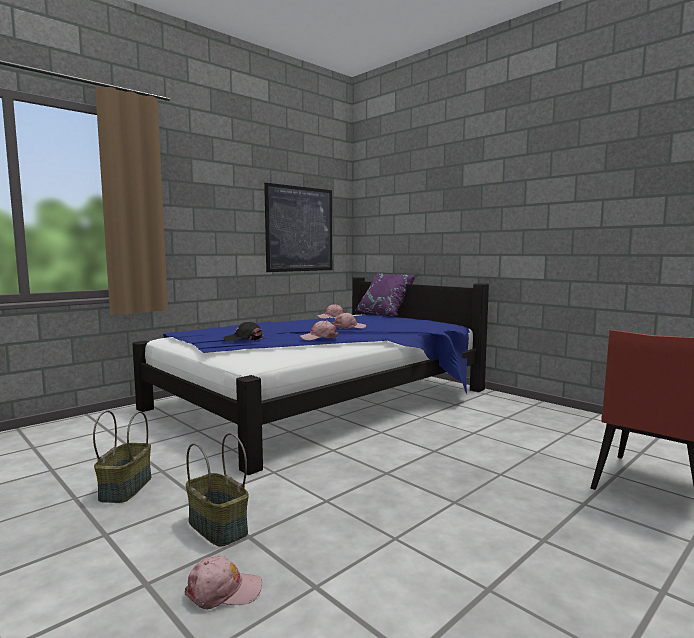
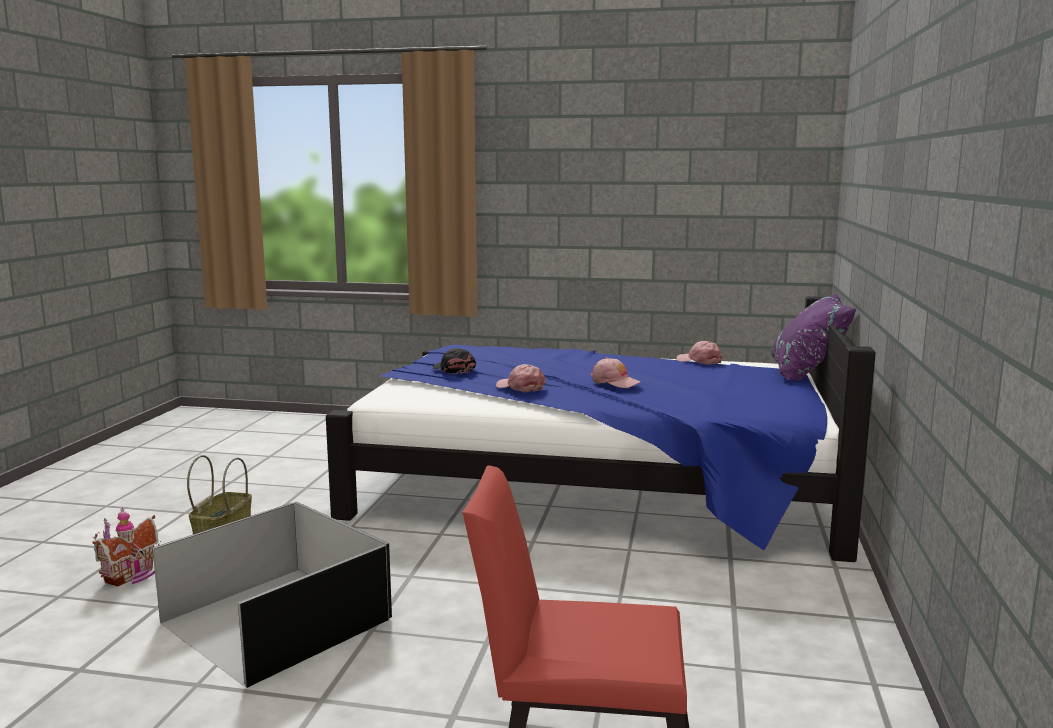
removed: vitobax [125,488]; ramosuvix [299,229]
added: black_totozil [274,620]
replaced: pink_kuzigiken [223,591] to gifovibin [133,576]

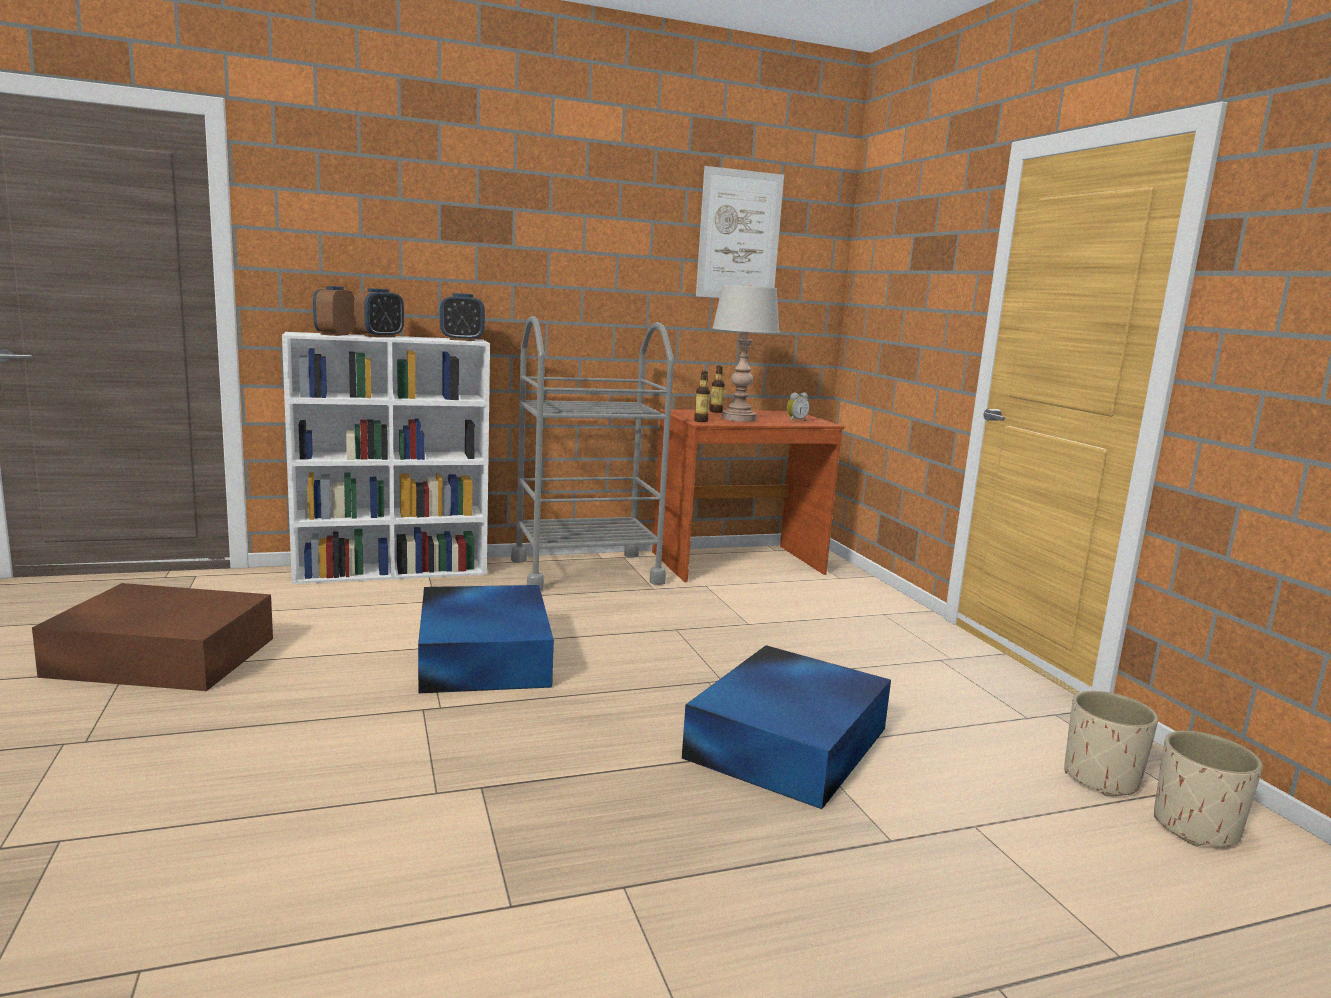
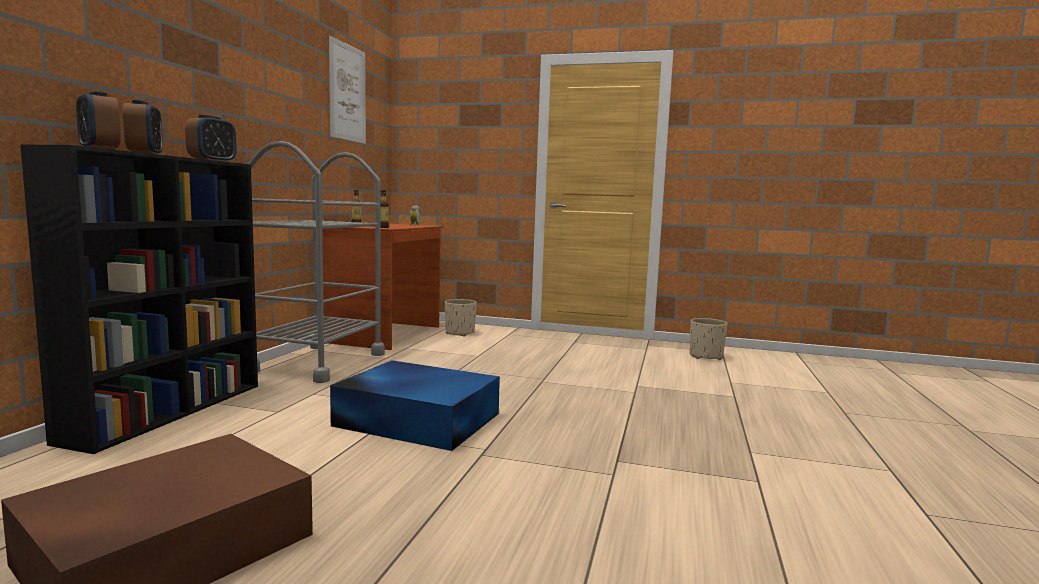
removed: blue_totozil [790,742]; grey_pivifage [738,419]
moved: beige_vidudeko [1195,827] to [459,333]
recoloured: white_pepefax [393,571] to black_pepefax [169,410]

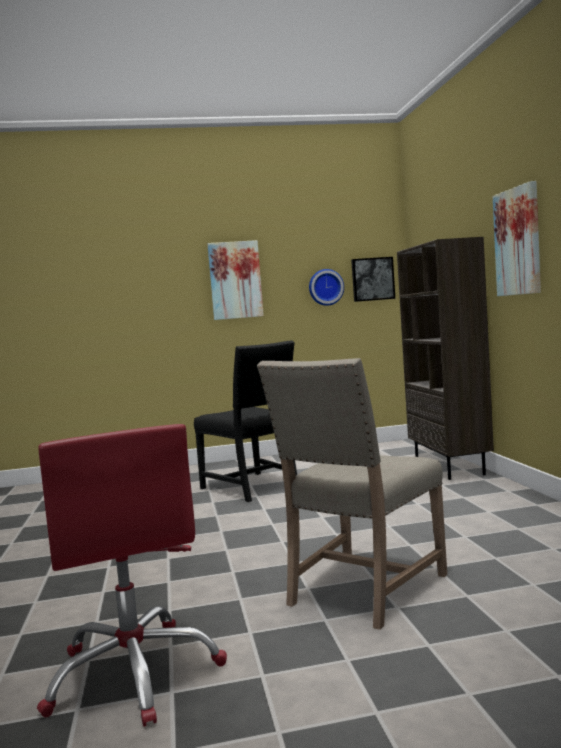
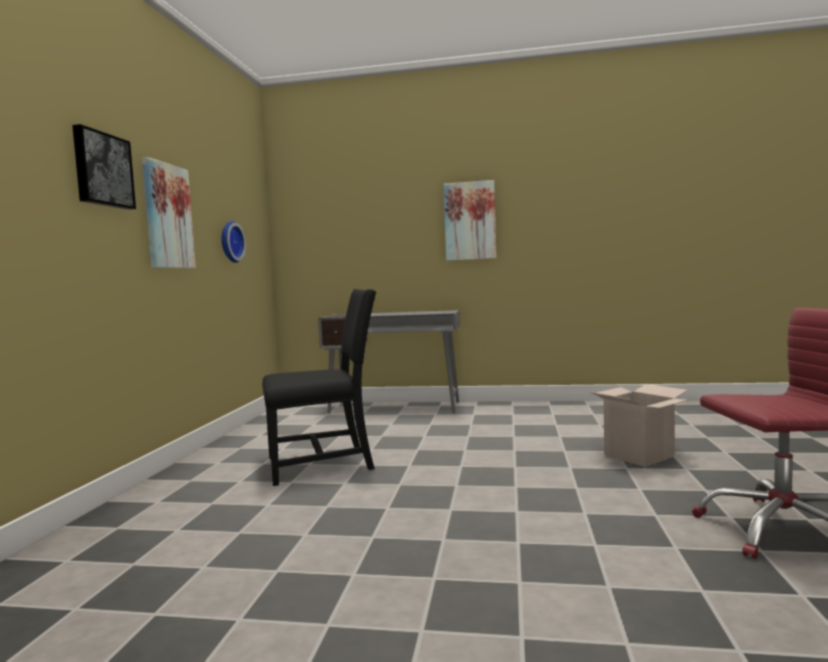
moved: ramosuvix [372,279] to [102,170]
replaced: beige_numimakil [362,590] to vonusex [639,455]; brown_pepefax [450,468] to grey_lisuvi [395,407]

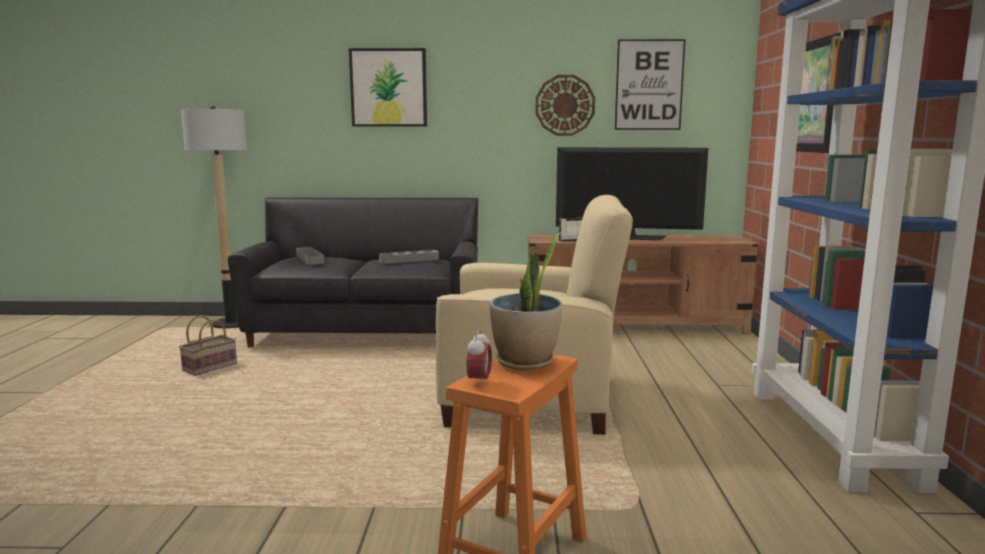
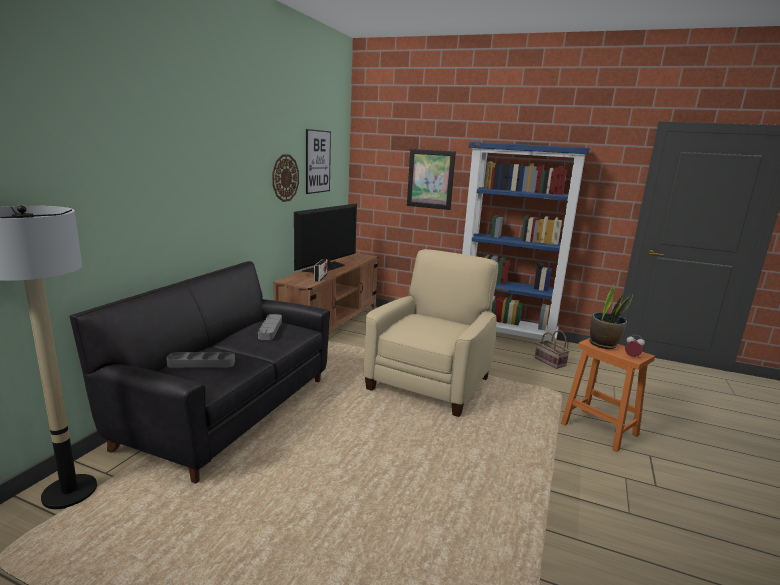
removed: ramosuvix [388,88]
moved: vitobax [210,367] to [549,361]

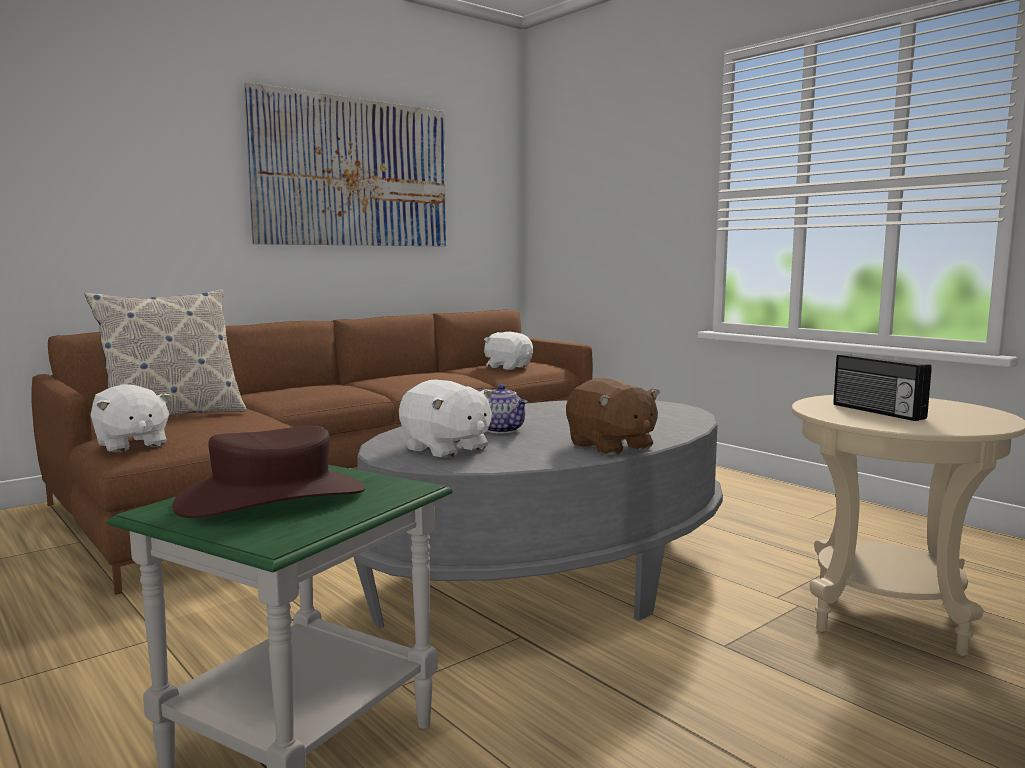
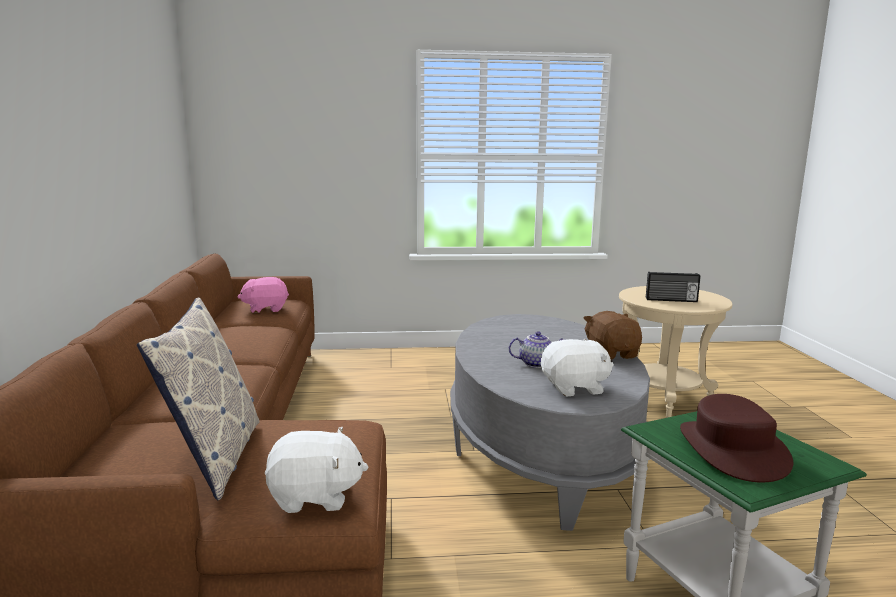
removed: ramosuvix [353,173]
recoloured: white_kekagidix [507,367] to pink_kekagidix [265,309]
turned: brown_kekagidix [610,446] = [611,354] 105 degrees counterclockwise

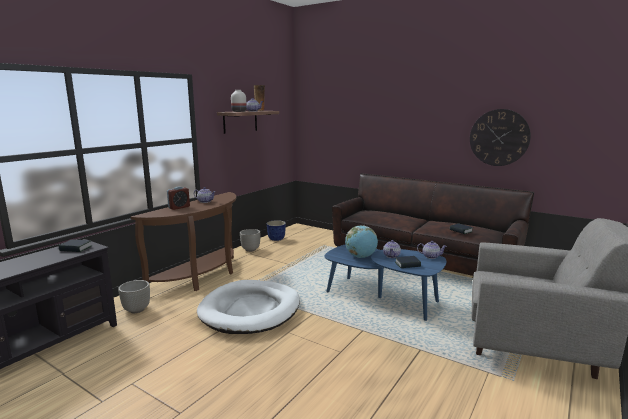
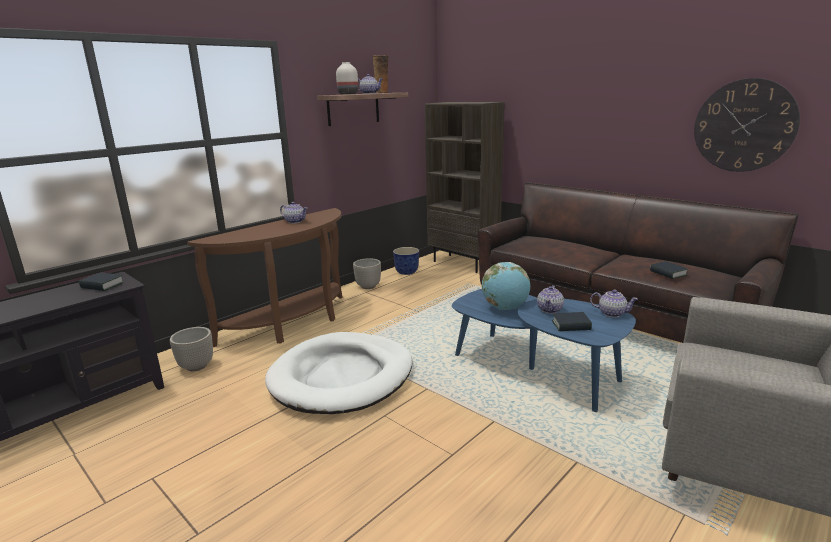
removed: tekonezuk [179,207]
added: brown_pepefax [463,263]

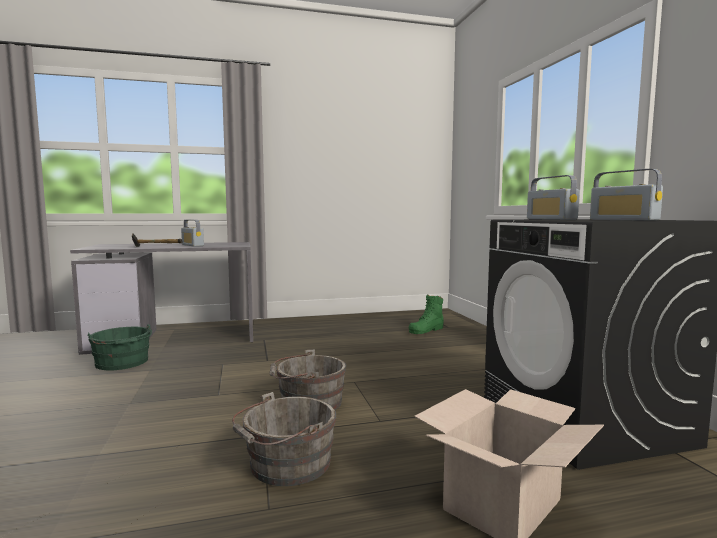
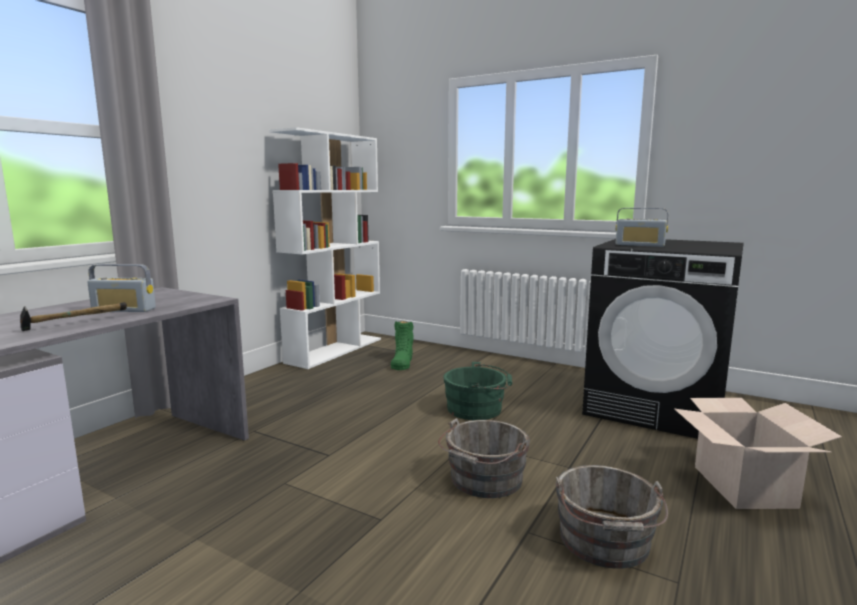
removed: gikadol [623,220]
added: white_pepefax [335,350]
moved: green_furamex [122,363] to [478,409]

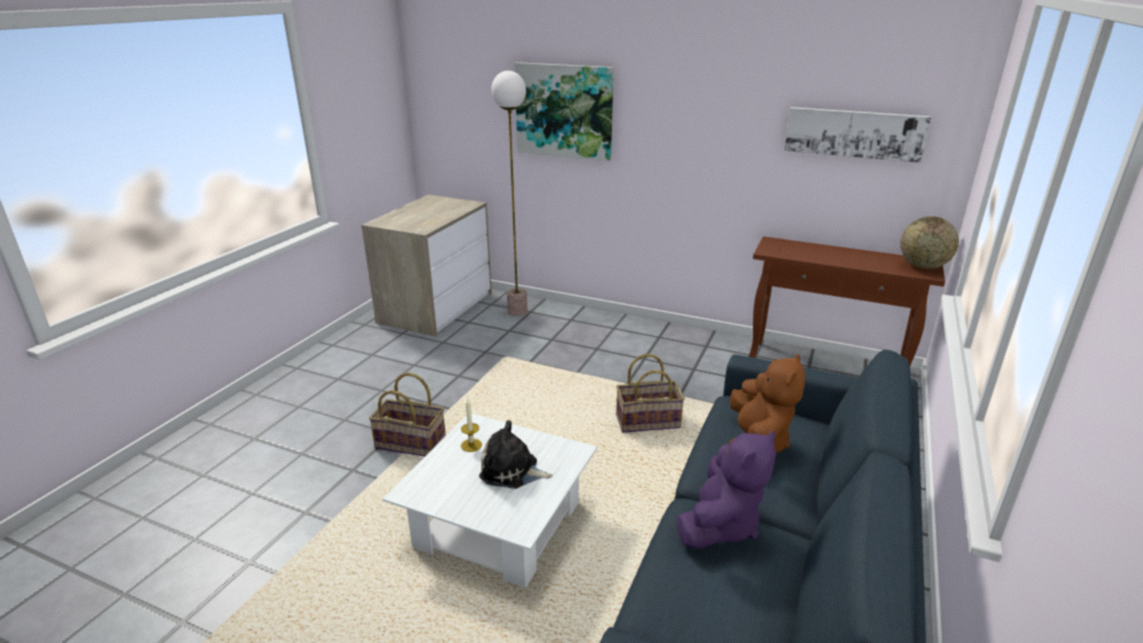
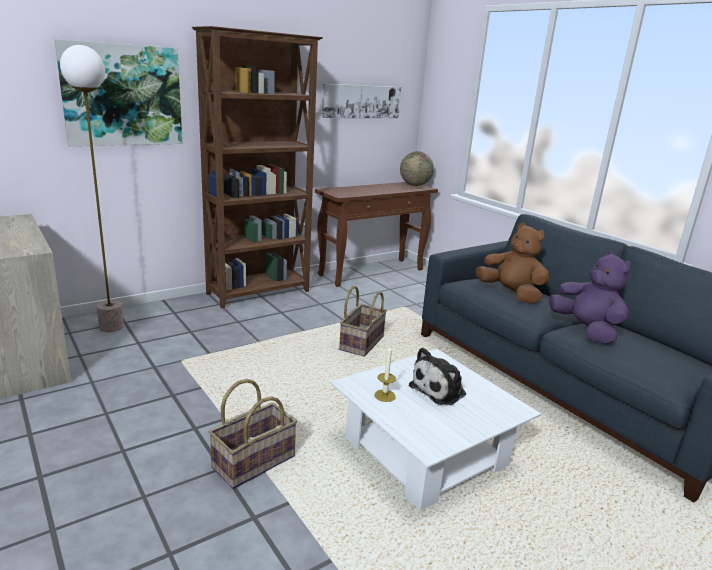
added: brown_pepefax [259,292]

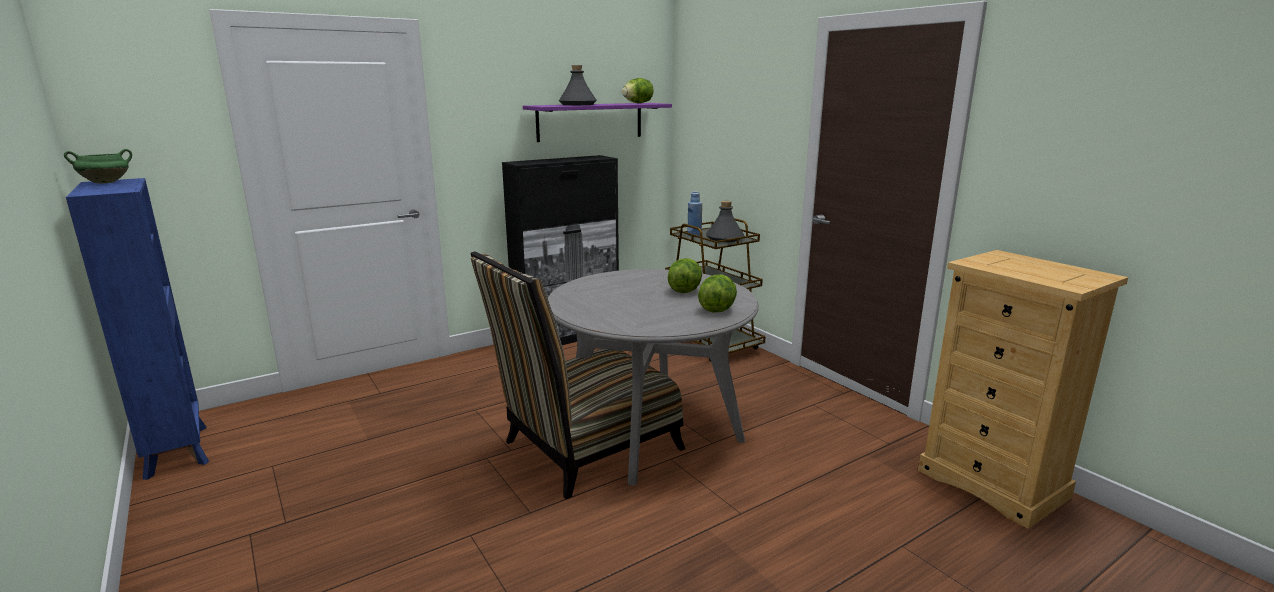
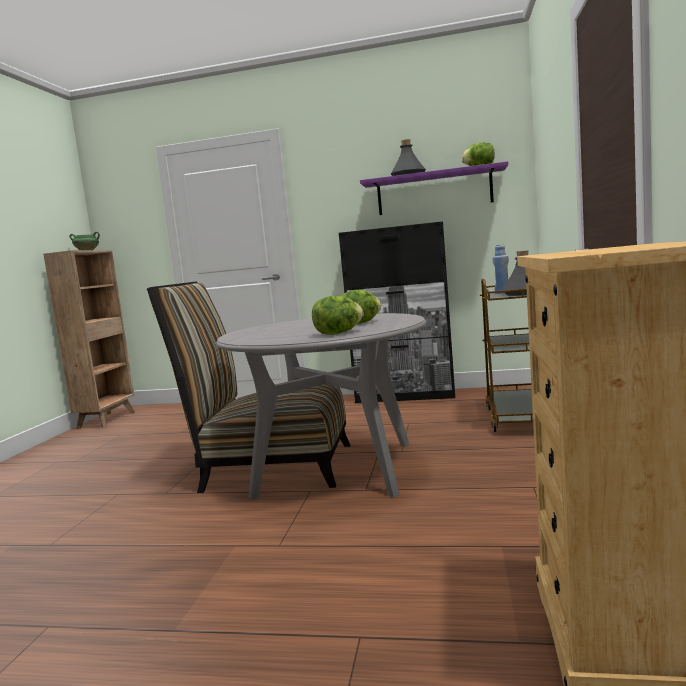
recoloured: blue_pepefax [177,450] to brown_pepefax [107,419]

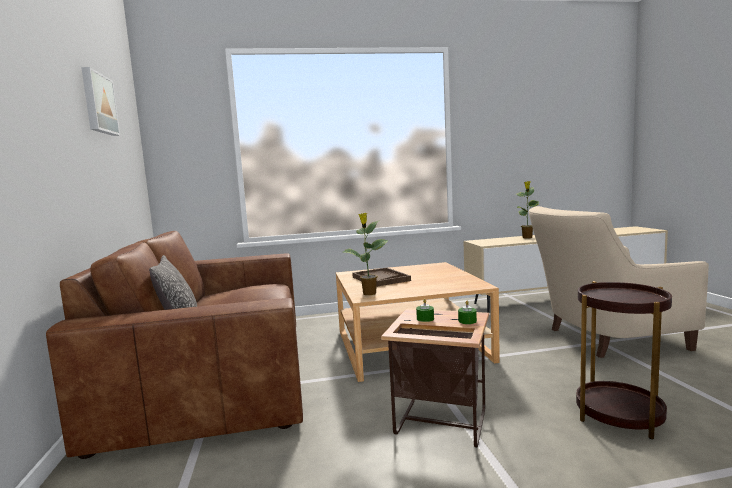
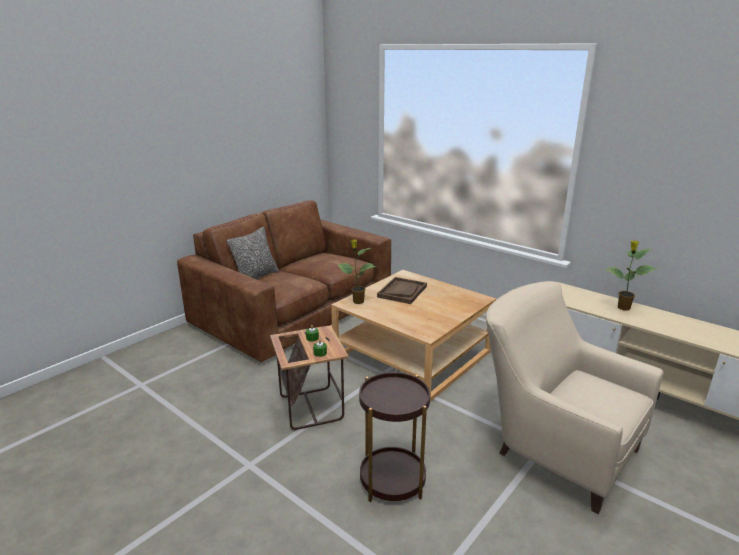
removed: ramosuvix [98,103]

